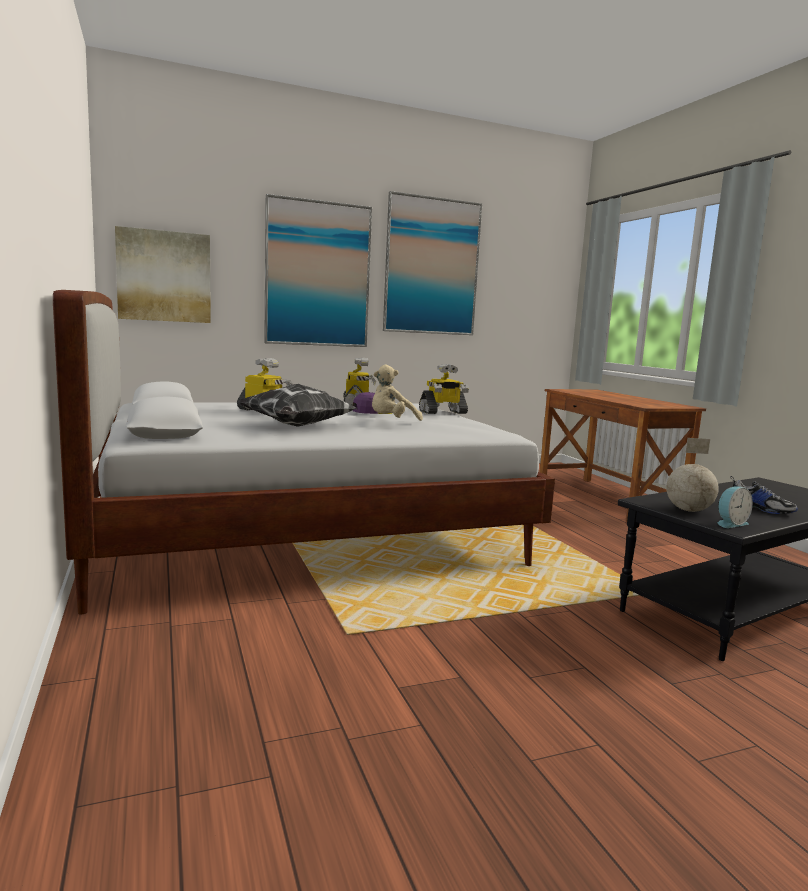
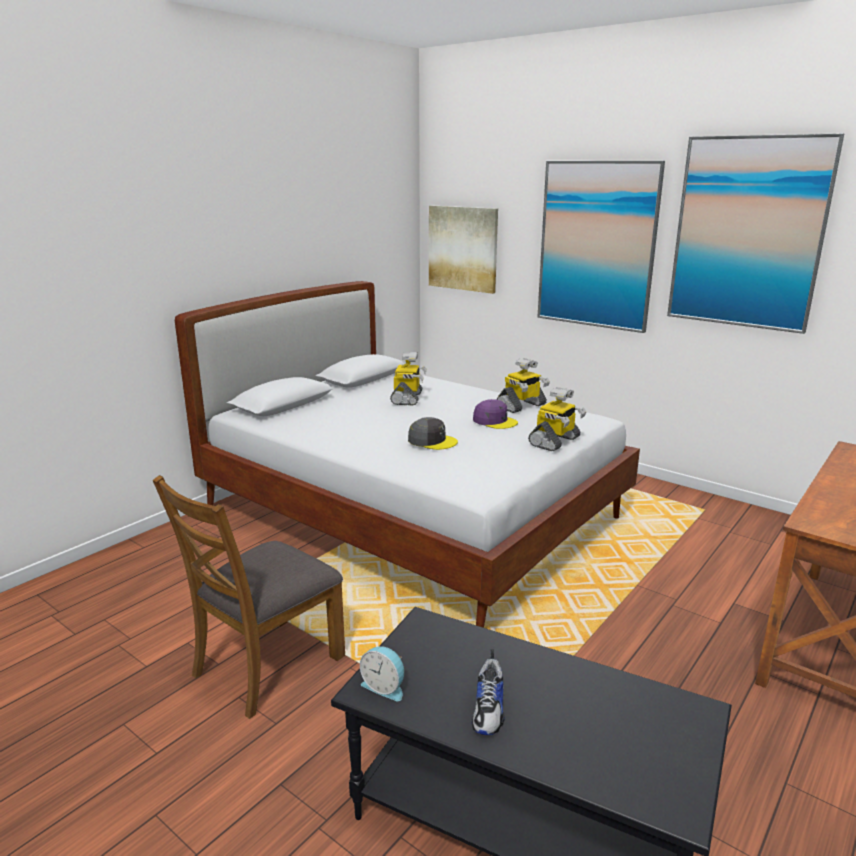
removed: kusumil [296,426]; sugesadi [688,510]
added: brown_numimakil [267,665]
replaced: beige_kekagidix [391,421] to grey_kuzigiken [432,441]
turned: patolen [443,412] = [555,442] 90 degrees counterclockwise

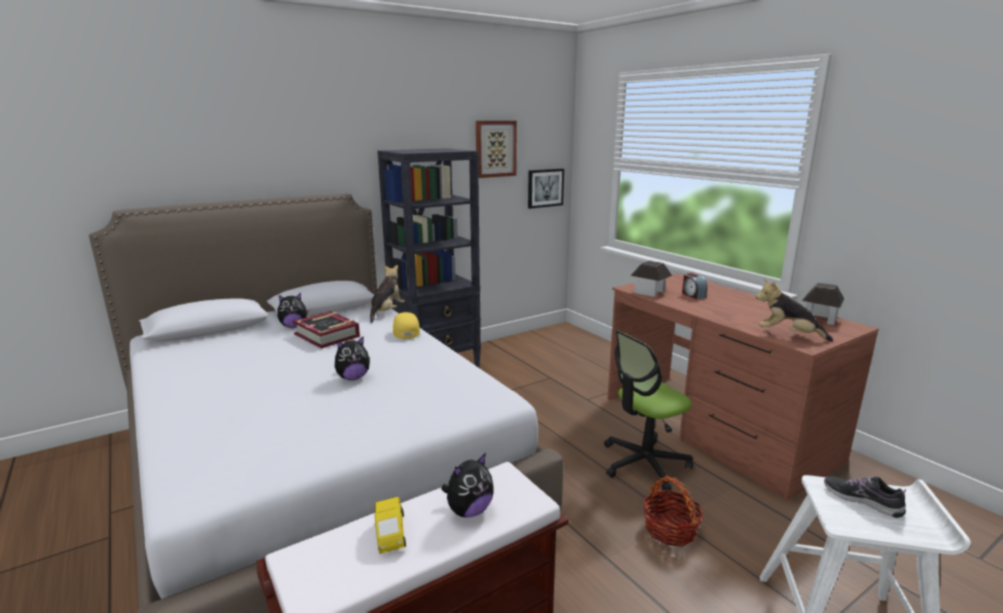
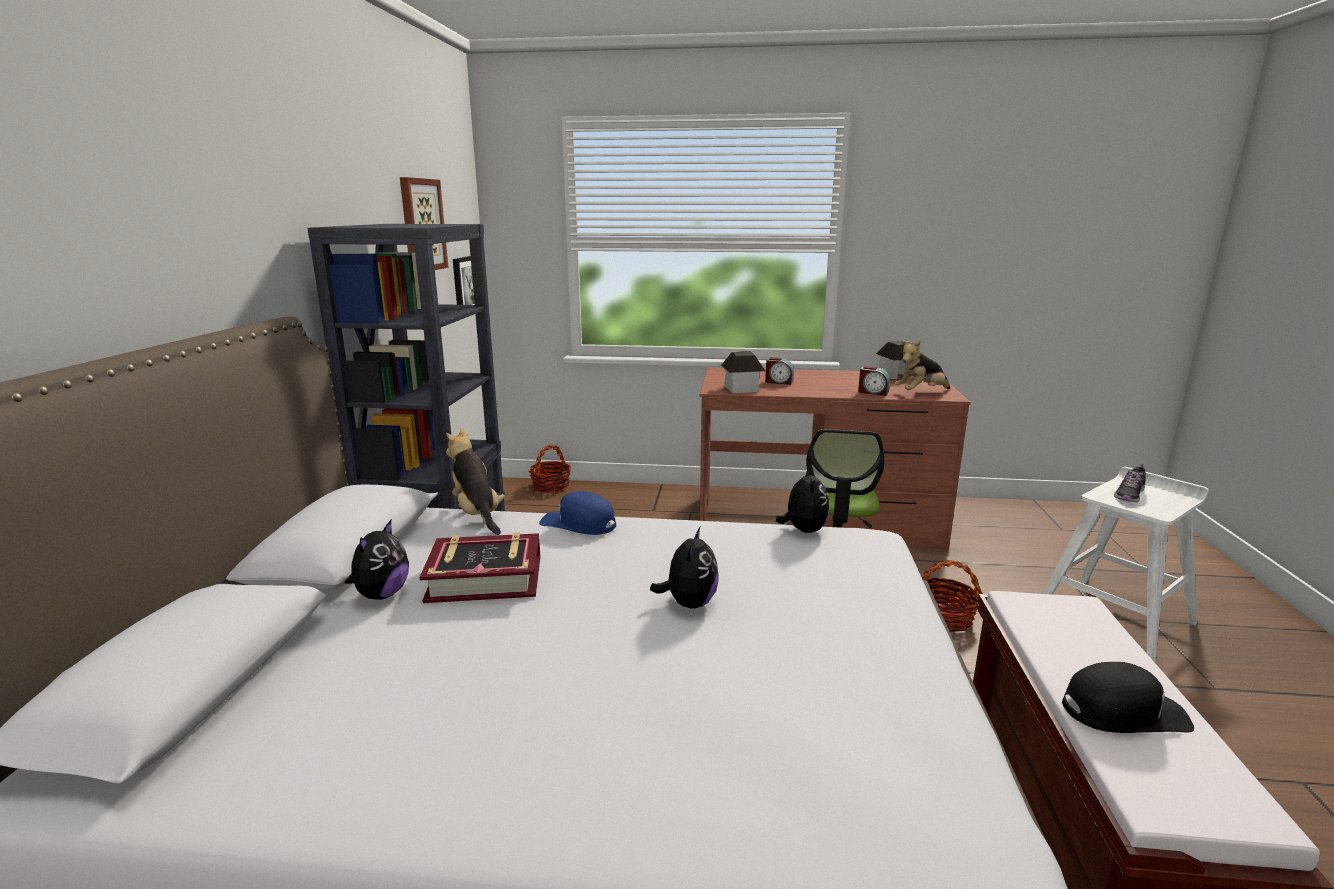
added: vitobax [551,486]; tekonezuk [873,392]
moved: kekagidix [469,511] to [803,530]
replaced: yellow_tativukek [390,535] to black_kuzigiken [1123,712]
recoloured: yellow_kuzigiken [405,331] to blue_kuzigiken [578,524]
turned: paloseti [862,500] = [1129,495] 45 degrees counterclockwise

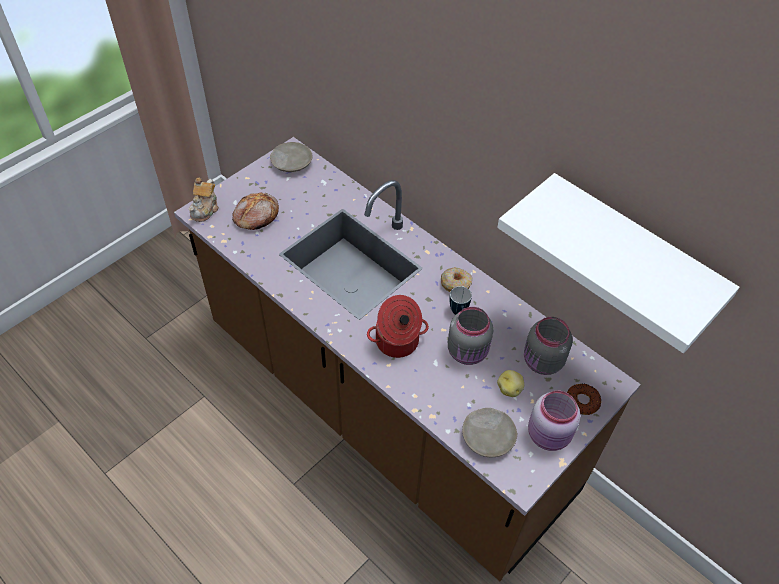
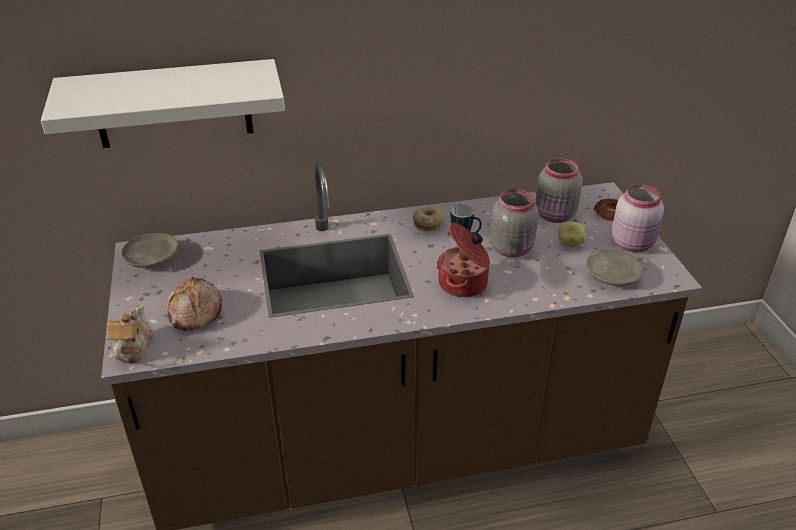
moved: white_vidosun [631,252] to [173,104]
turned: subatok [205,209] = [132,348] 135 degrees counterclockwise

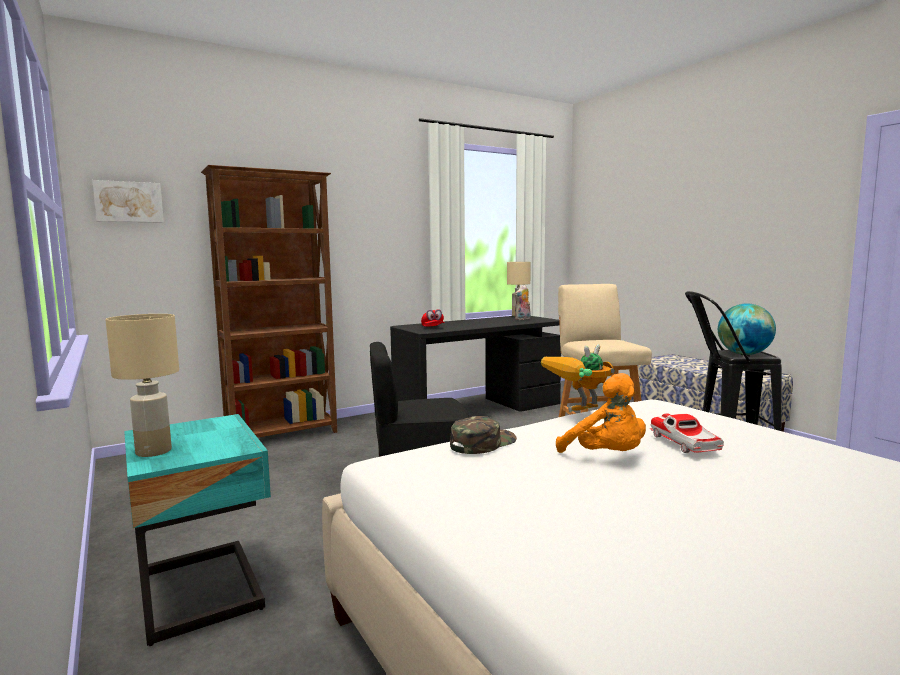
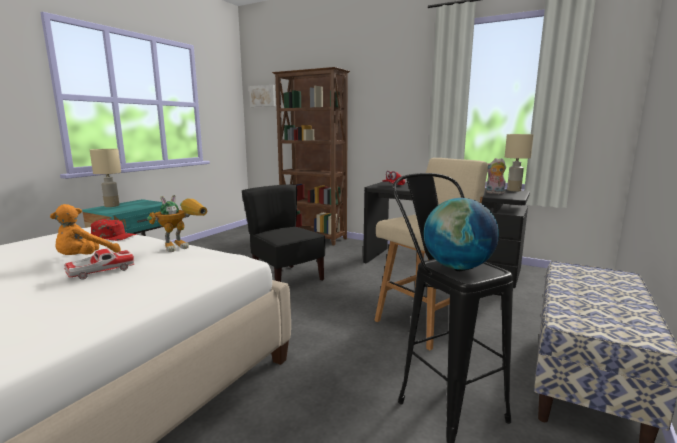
recoloured: green_kuzigiken [482,443] to red_kuzigiken [114,236]
turned: patolen [579,415] = [183,245] 105 degrees clockwise

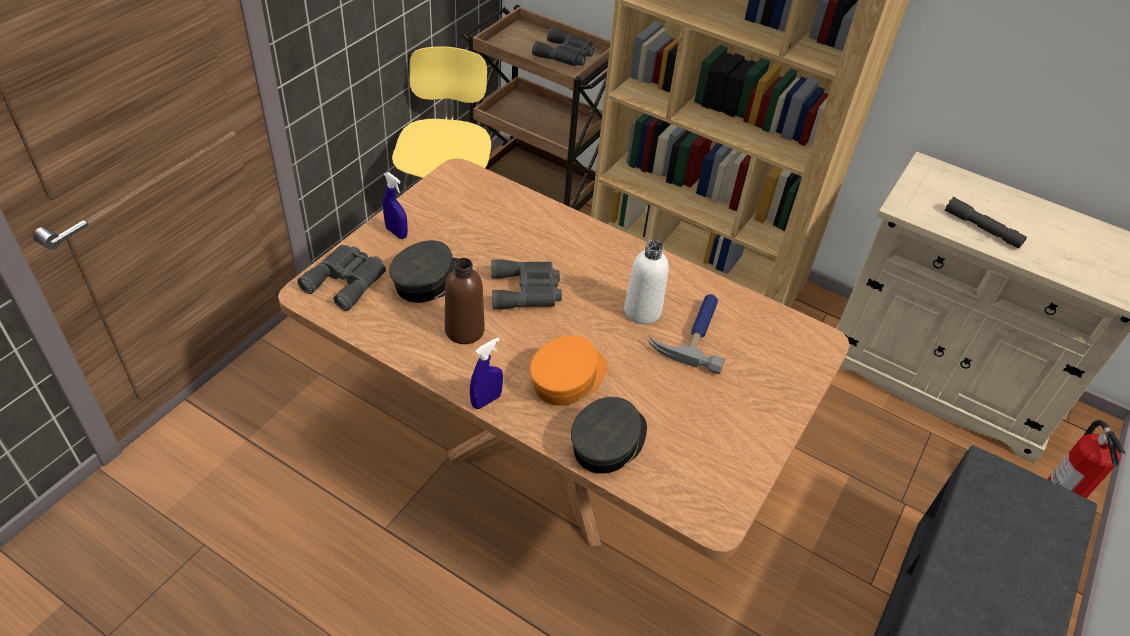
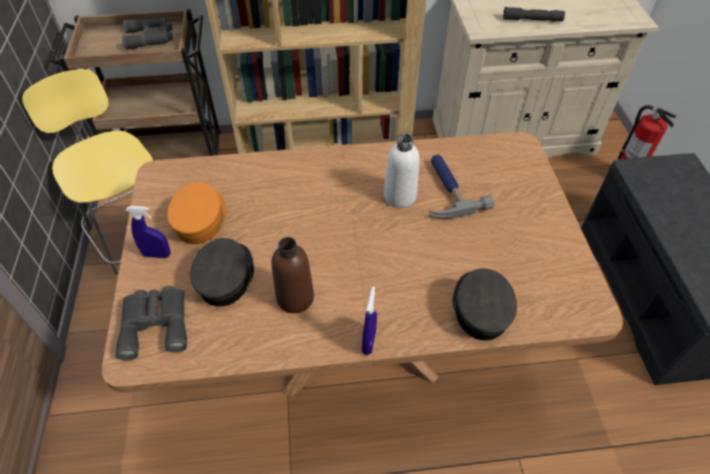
removed: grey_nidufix [527,290]
moved: orange_kuzigiken [568,379] to [201,219]

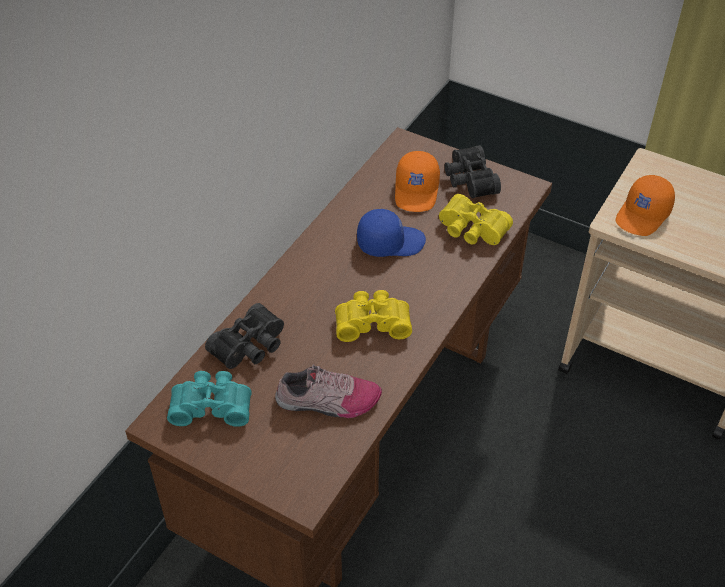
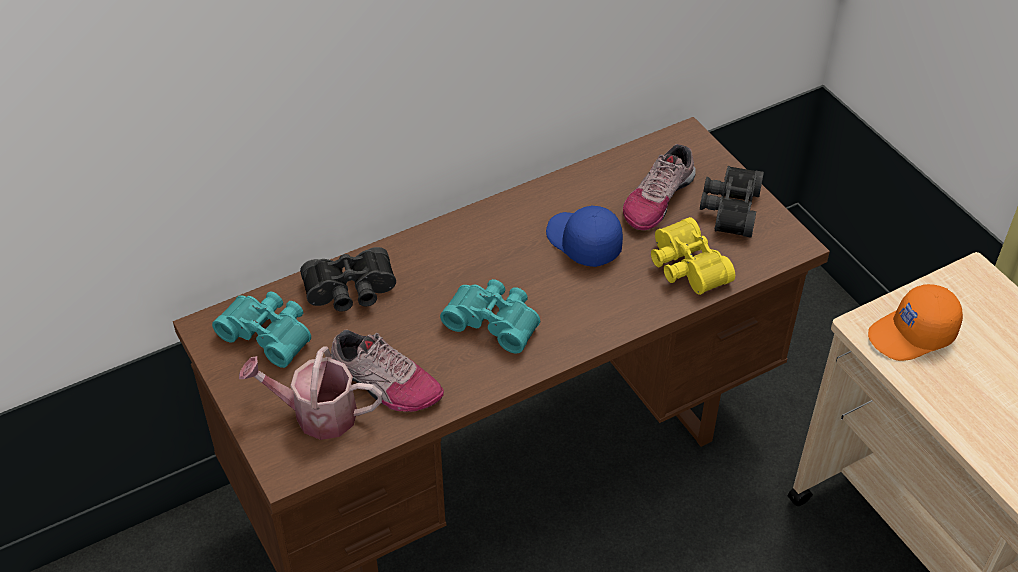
added: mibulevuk [316,414]
replaced: orange_kuzigiken [417,191] to paloseti [657,198]
recoloured: yellow_nidufix [372,322] to turquoise_nidufix [494,321]
turned: blue_kuzigiken [390,242] = [582,243] 150 degrees counterclockwise

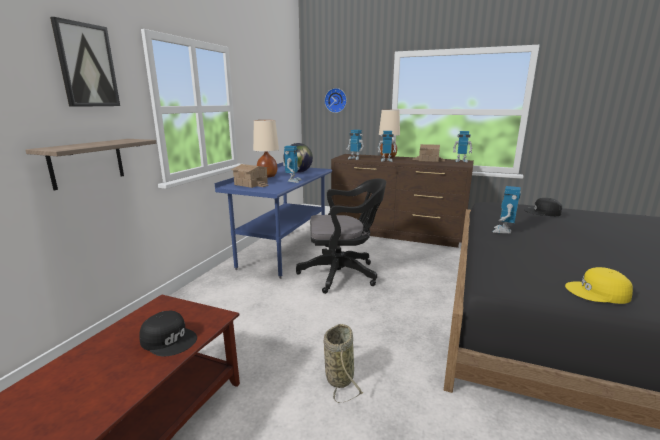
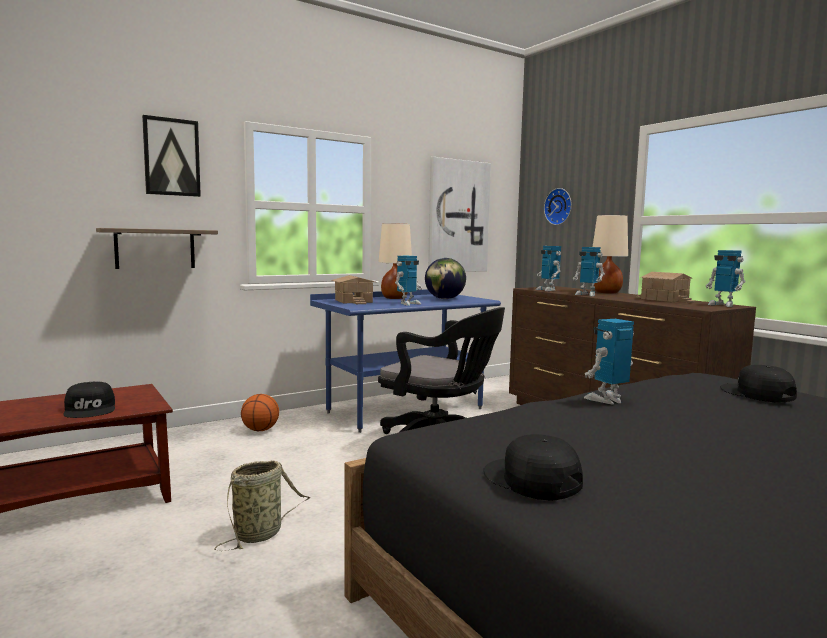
added: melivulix [260,430]; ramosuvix [458,216]
recoloured: yellow_kuzigiken [598,293] to black_kuzigiken [531,480]

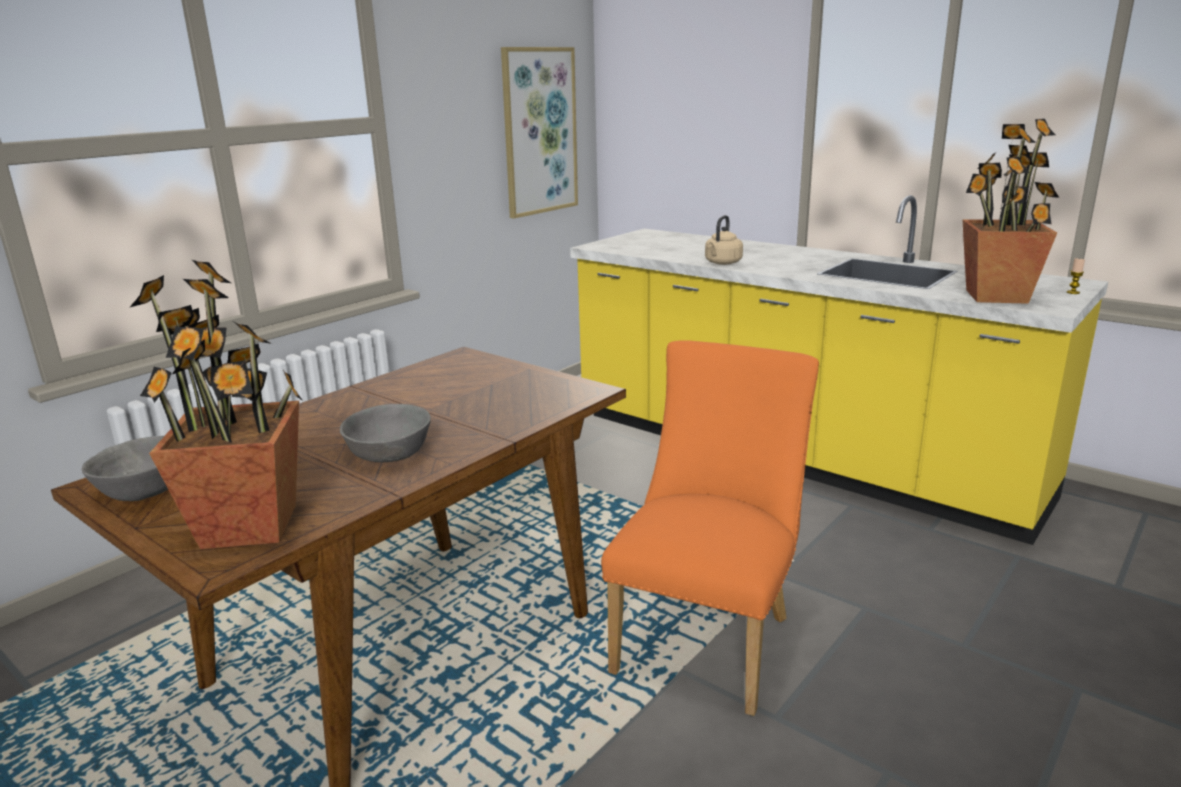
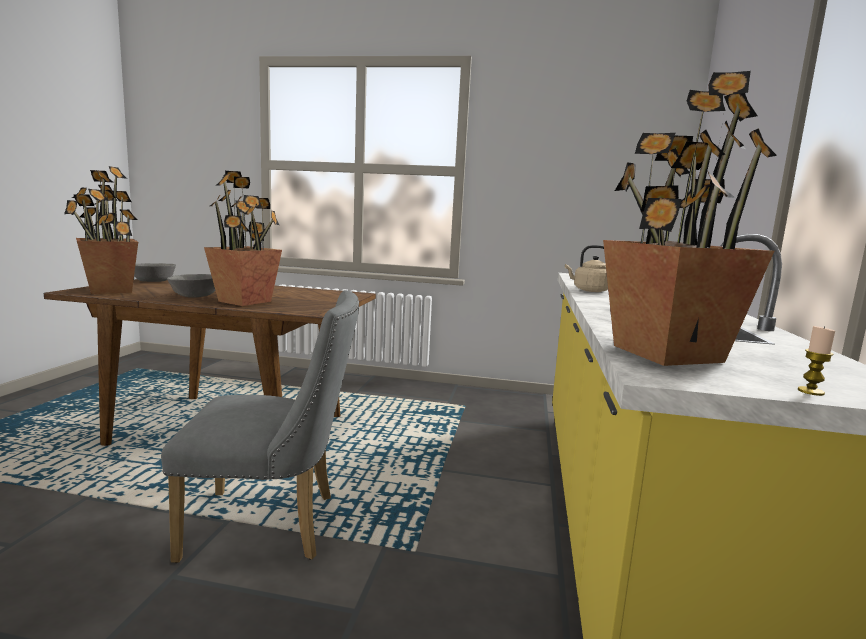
removed: ramosuvix [539,132]
added: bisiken [246,301]
recoloured: orange_numimakil [709,637] to grey_numimakil [273,526]

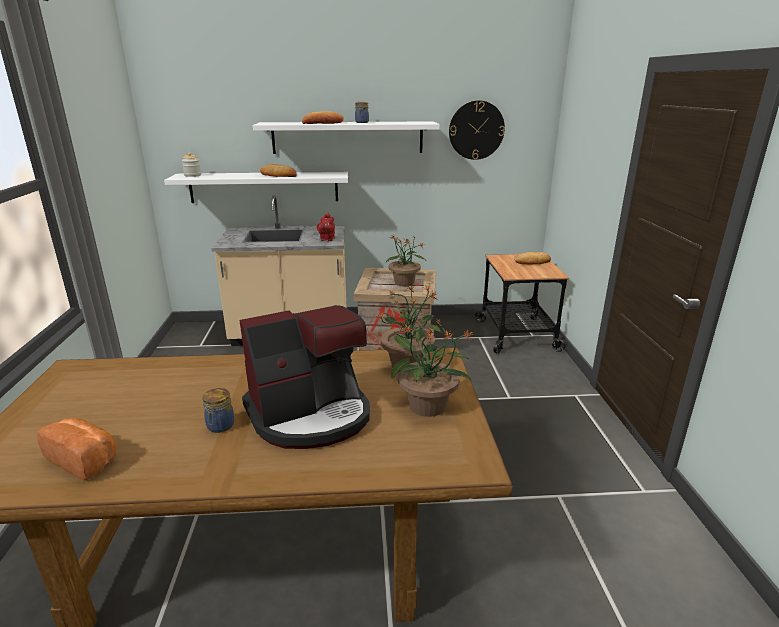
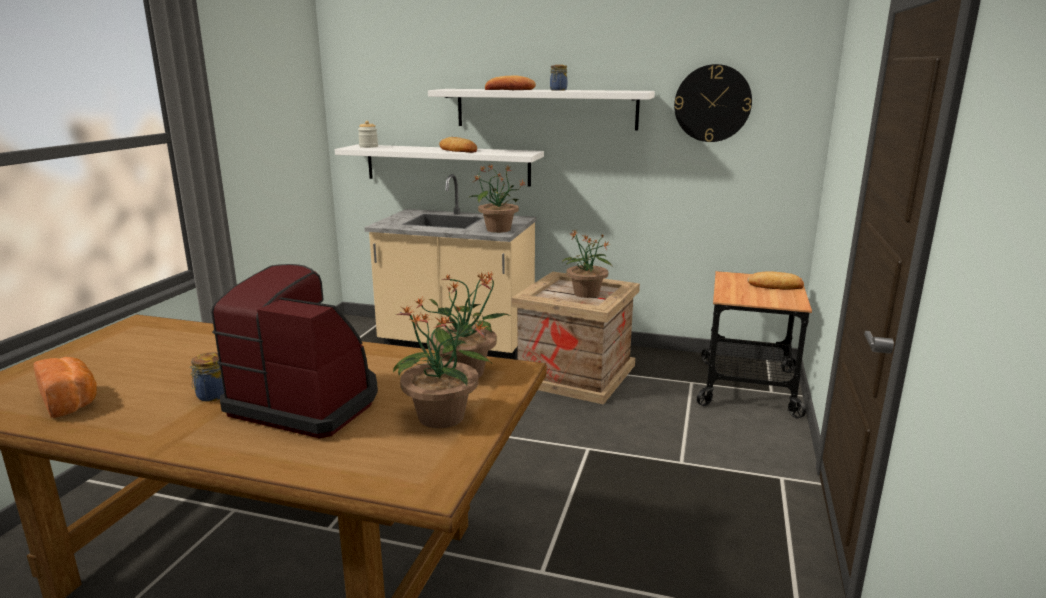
replaced: red_subatok [327,239] to bisiken [497,229]
turned: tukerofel [310,415] = [307,402] 150 degrees counterclockwise

